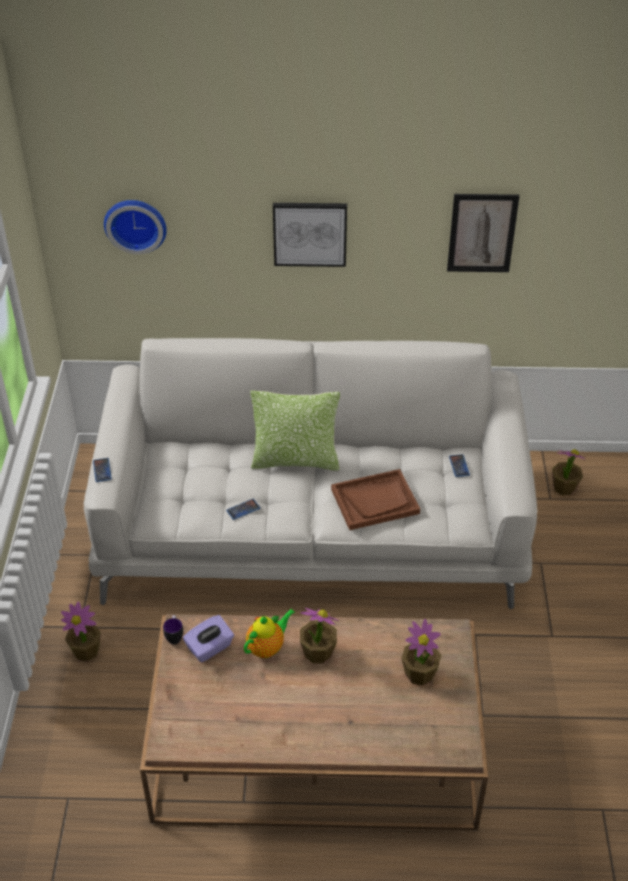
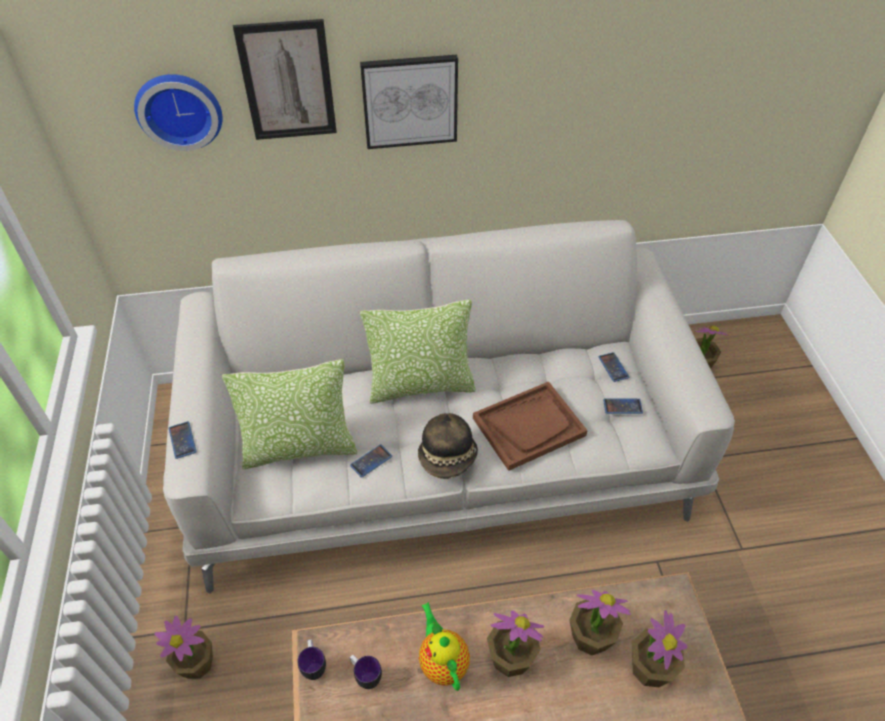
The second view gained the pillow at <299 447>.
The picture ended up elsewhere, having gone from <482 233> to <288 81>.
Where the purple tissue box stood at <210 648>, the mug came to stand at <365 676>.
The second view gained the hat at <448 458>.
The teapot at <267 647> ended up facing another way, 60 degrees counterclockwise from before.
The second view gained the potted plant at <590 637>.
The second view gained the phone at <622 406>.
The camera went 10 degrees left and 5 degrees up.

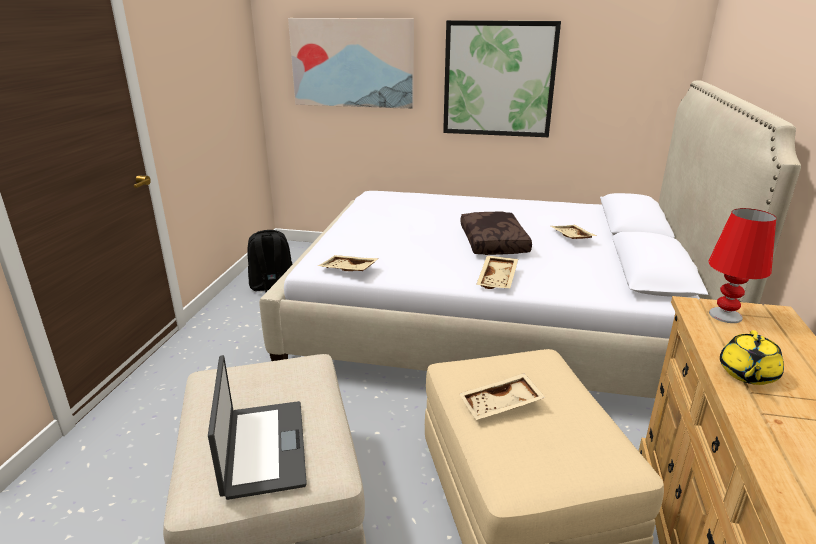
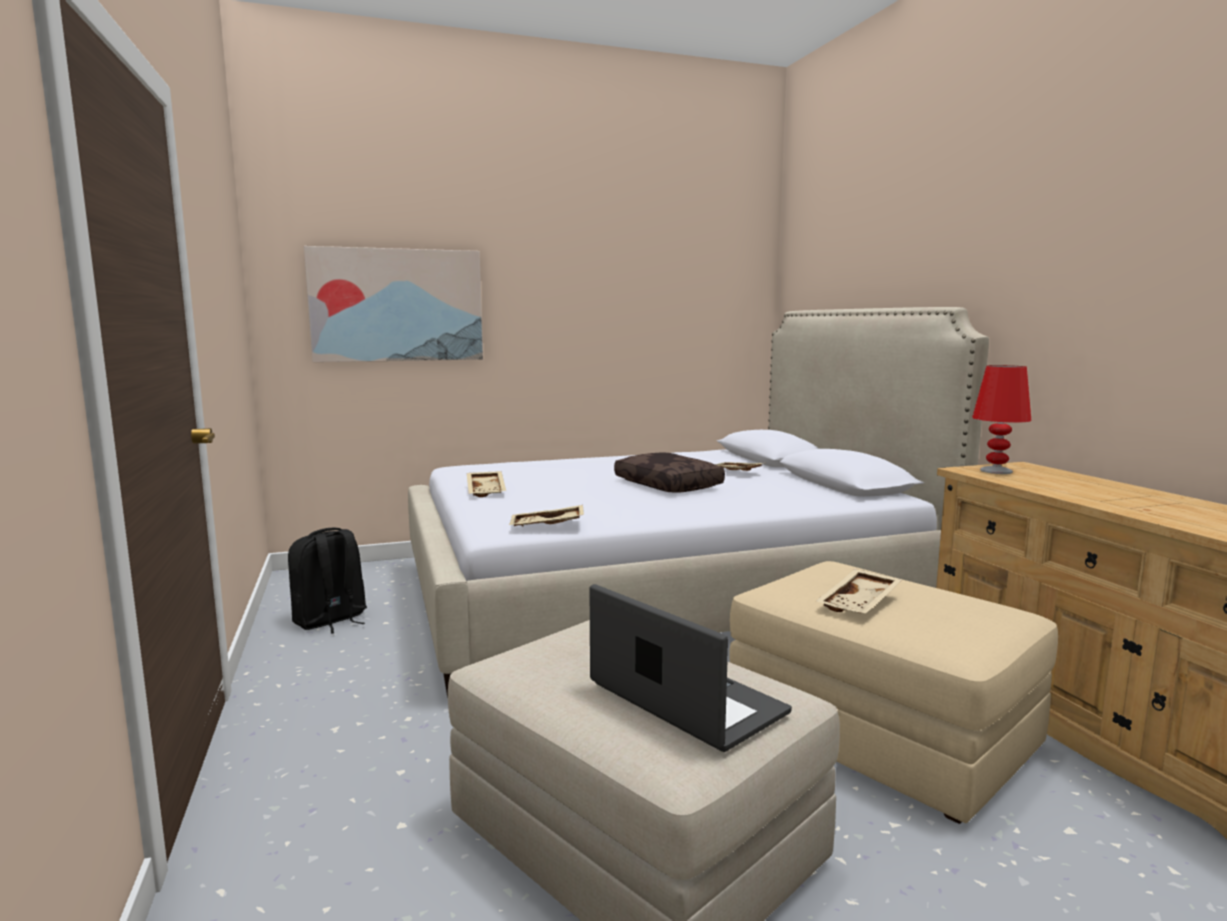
The beige tray ended up elsewhere, having gone from <498 279> to <487 491>.
The second view lost the picture at <499 79>.
The second view lost the yellow teapot at <747 374>.
The camera went 30 degrees left and 15 degrees down.

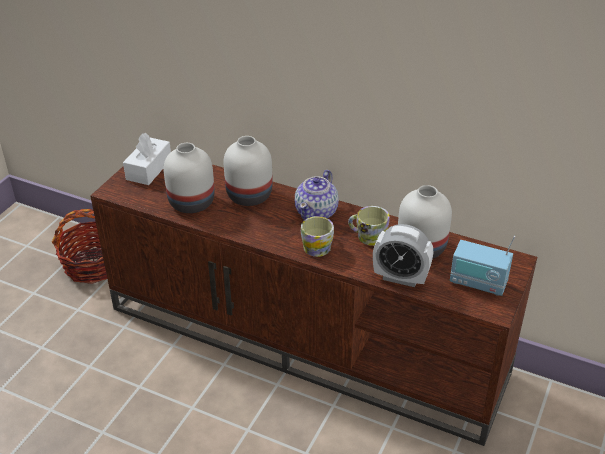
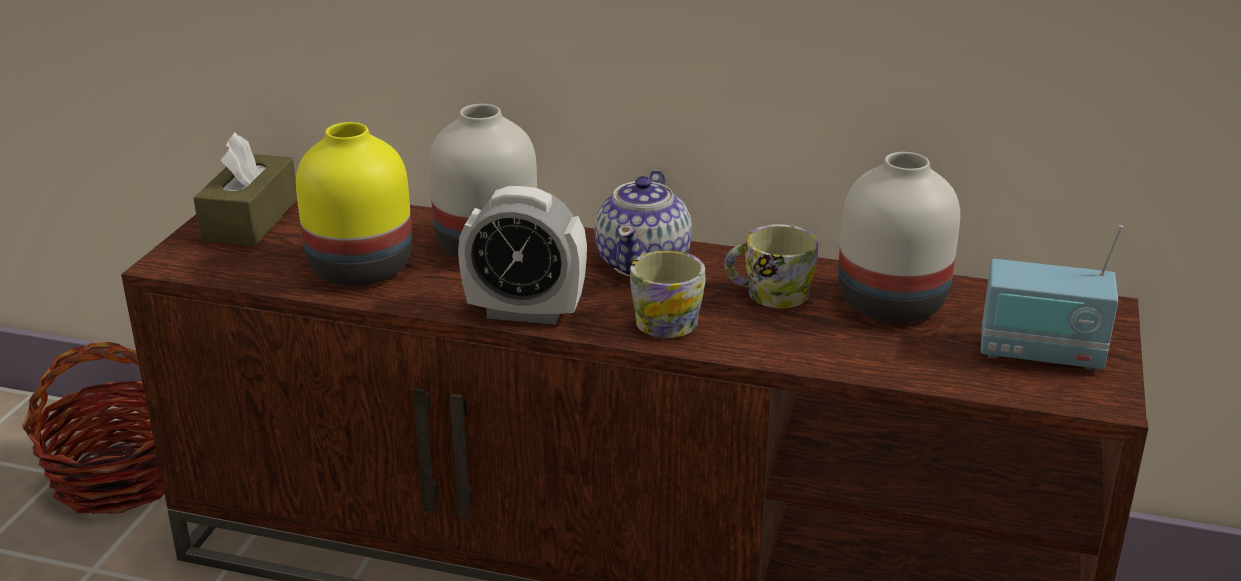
What was the white tissue box at <149 169> turned into the brown tissue box at <250 219>.
What was the white vase at <192 202> turned into the yellow vase at <362 267>.
The alarm clock ended up elsewhere, having gone from <400 278> to <525 312>.
The camera went 10 degrees left and 10 degrees down.

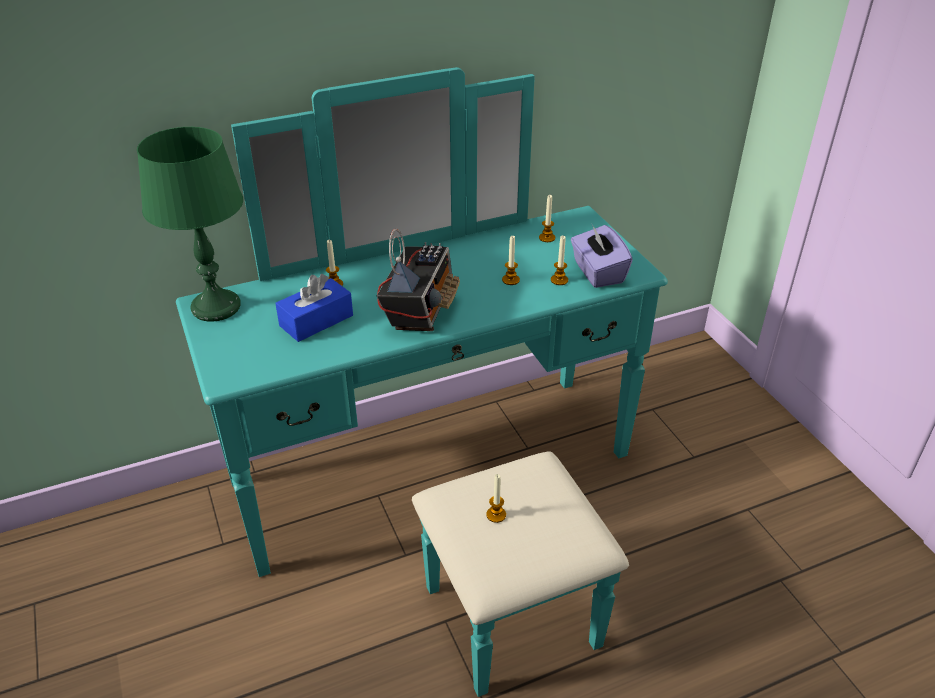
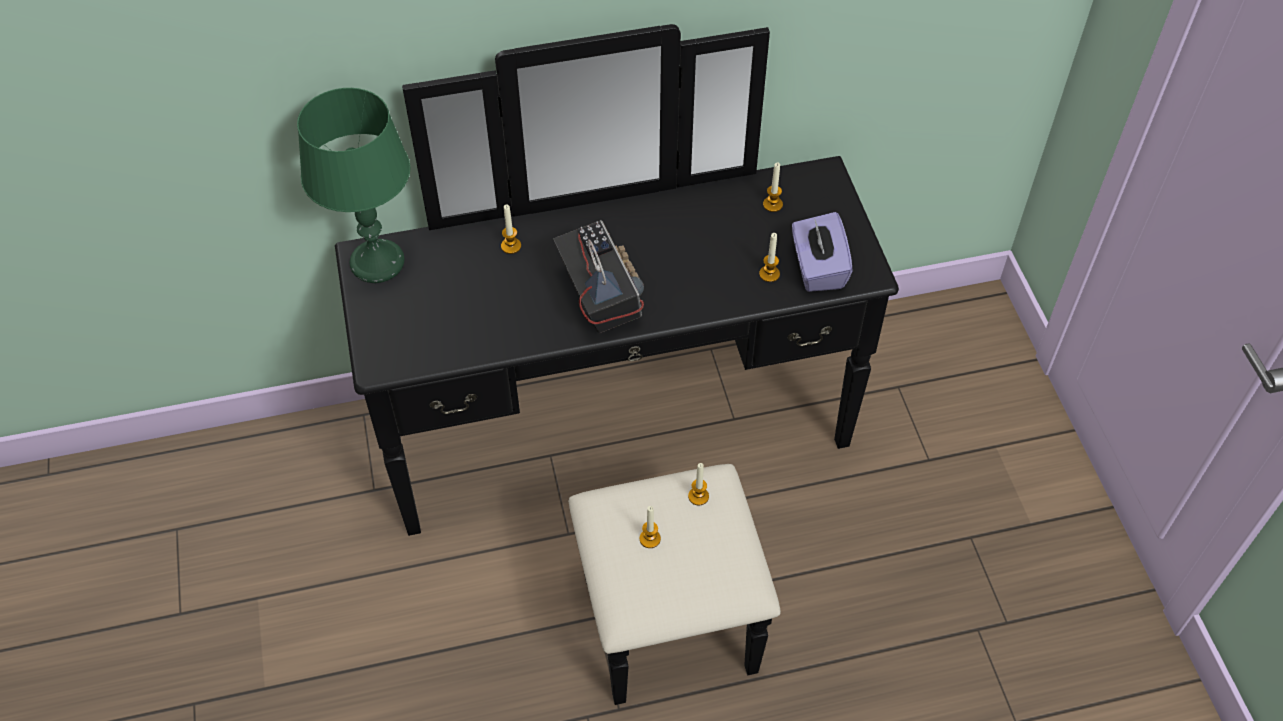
What was the turquoise dresser at <449 497> turned into the black dresser at <630 470>.
The radio at <420 310> ended up facing another way, 45 degrees counterclockwise from before.
The candle ended up elsewhere, having gone from <510 280> to <698 496>.
The second view lost the blue tissue box at <316 321>.
The camera went 10 degrees right and 15 degrees up.

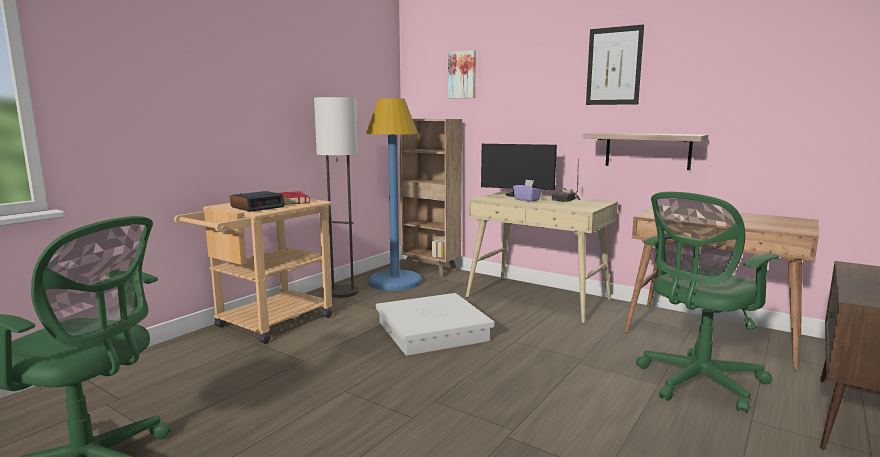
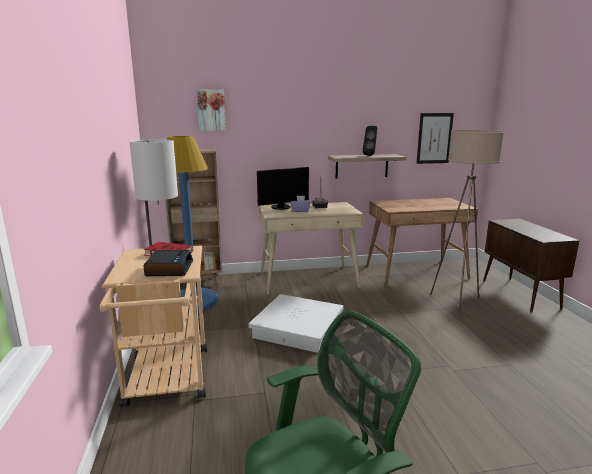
The second view gained the black speaker at <370 155>.
The picture ended up elsewhere, having gone from <614 66> to <434 138>.
Where the green office chair stood at <696 383>, the beige floor lamp came to stand at <456 301>.
The camera went 45 degrees left and 5 degrees up.

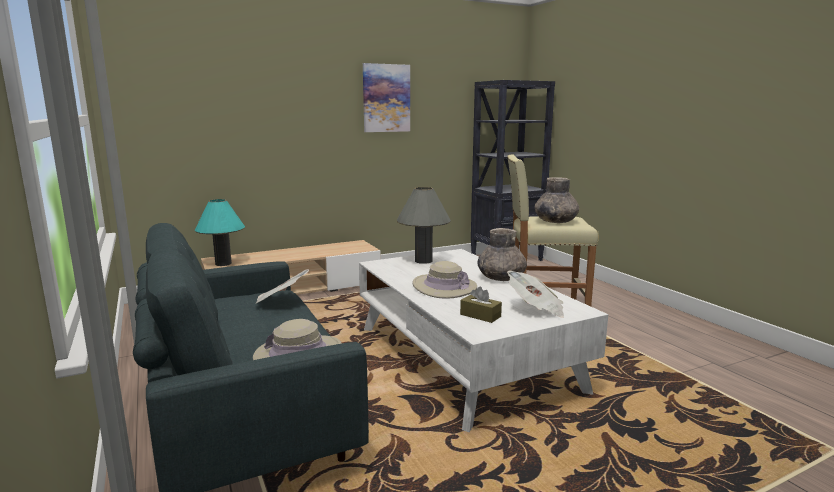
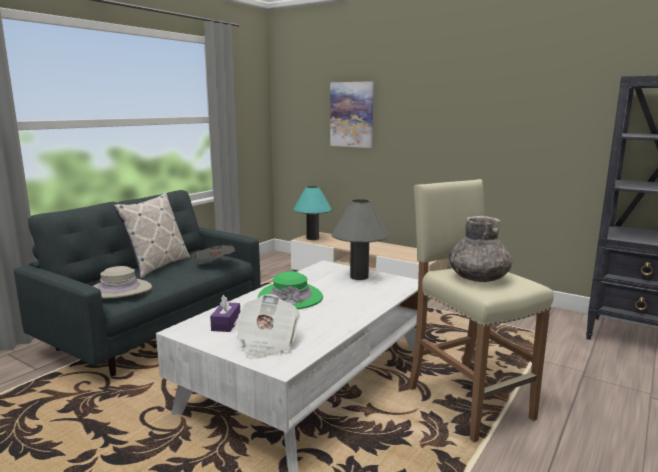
The second view gained the pillow at <157 266>.
What was the brown tissue box at <480 315> turned into the purple tissue box at <226 324>.
What was the beige hat at <444 287> turned into the green hat at <290 298>.
The picture ended up elsewhere, having gone from <386 98> to <352 114>.
The second view lost the grey vase at <501 278>.
The camera went 60 degrees right and 0 degrees up.

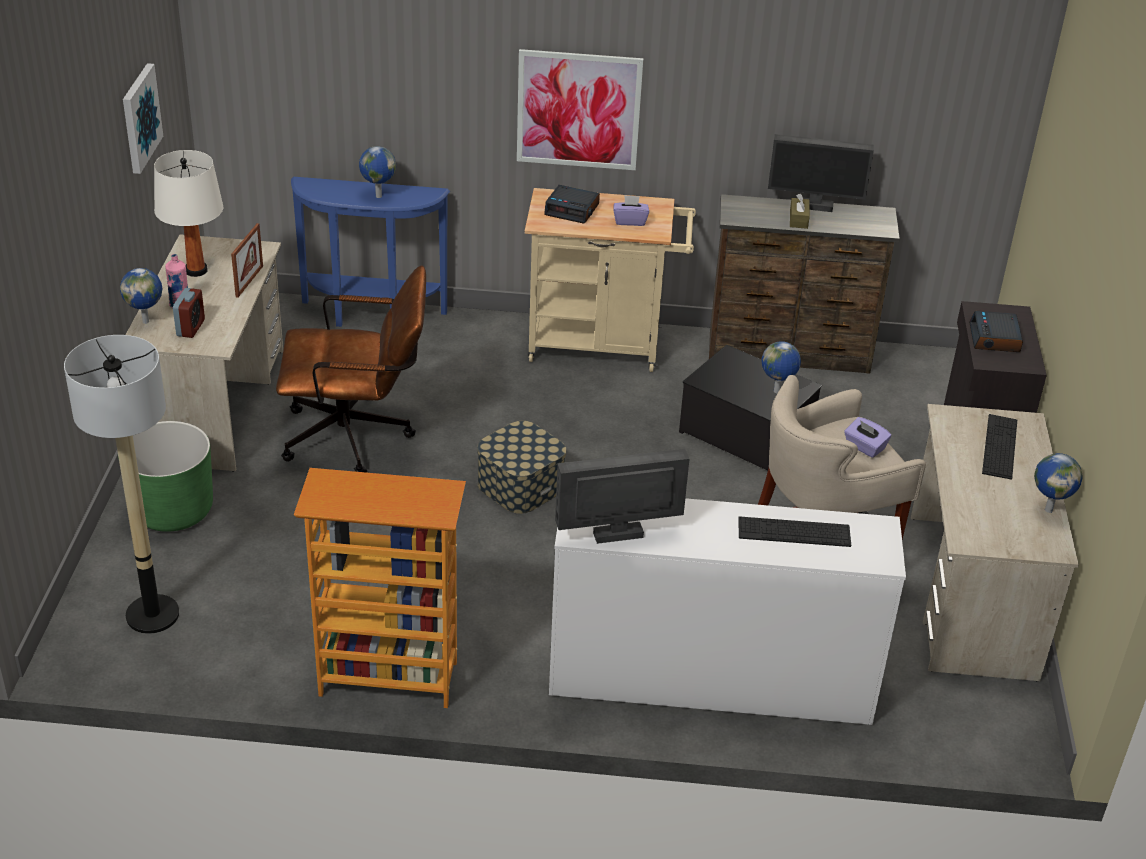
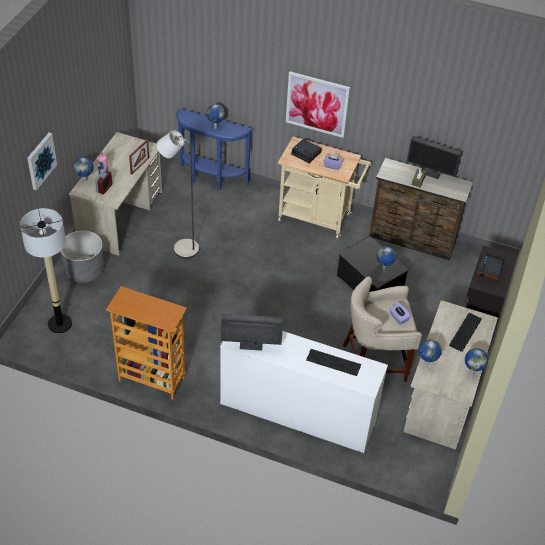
The picture ended up elsewhere, having gone from <140 118> to <40 160>.
What was the green planter at <172 510> turned into the grey planter at <84 271>.
Where the brown office chair stood at <358 437>, the grey floor lamp came to stand at <181 248>.
The second view gained the globe at <426 364>.
The second view lost the white table lamp at <196 270>.
The second view lost the storage box at <520 485>.
The camera went 15 degrees right and 10 degrees up.

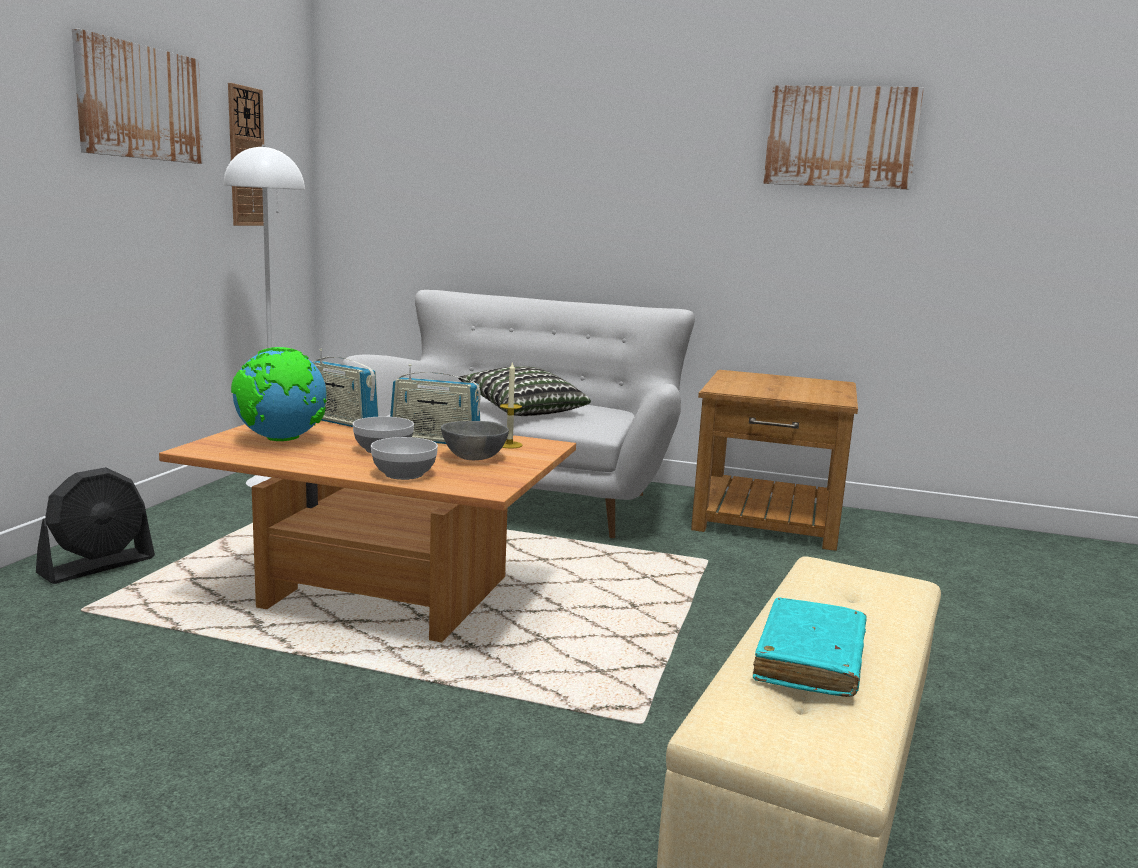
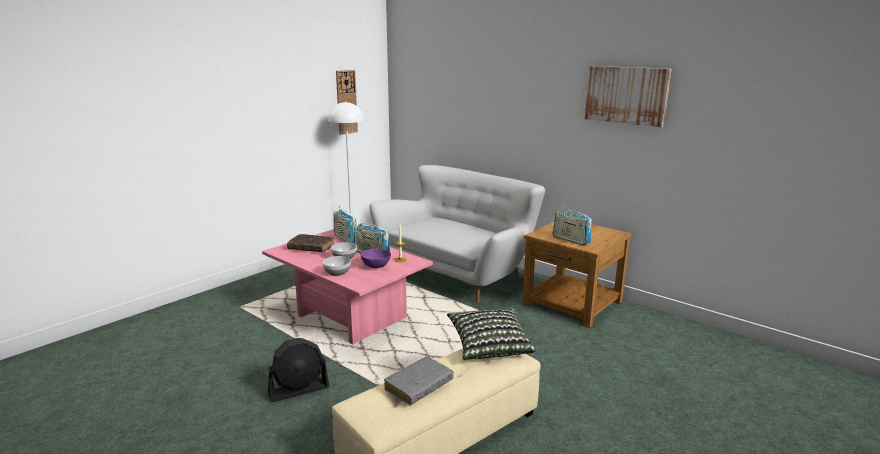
What was the brown coffee table at <380 595> turned into the pink coffee table at <348 318>.
The black fan ended up elsewhere, having gone from <98 566> to <299 390>.
Where the globe stood at <281 440>, the brown book came to stand at <311 248>.
What was the grey bowl at <472 458> turned into the purple bowl at <375 266>.
What was the turquoise book at <809 660> turned into the grey book at <419 386>.
The pillow ended up elsewhere, having gone from <524 410> to <489 346>.
The second view gained the radio at <571 240>.
The second view lost the picture at <140 102>.
The camera went 25 degrees right and 5 degrees up.

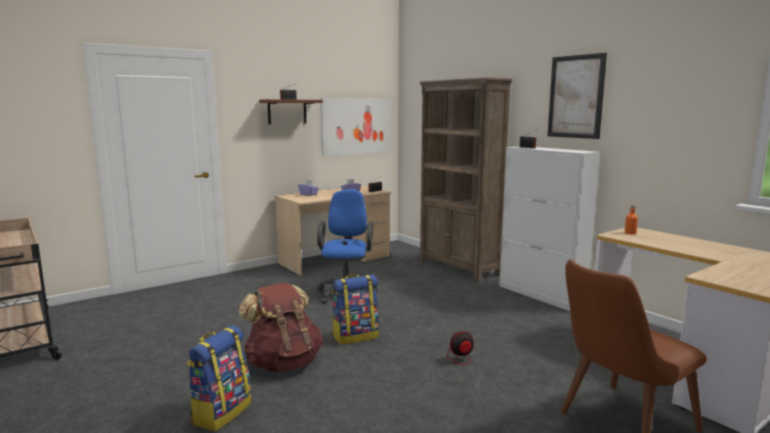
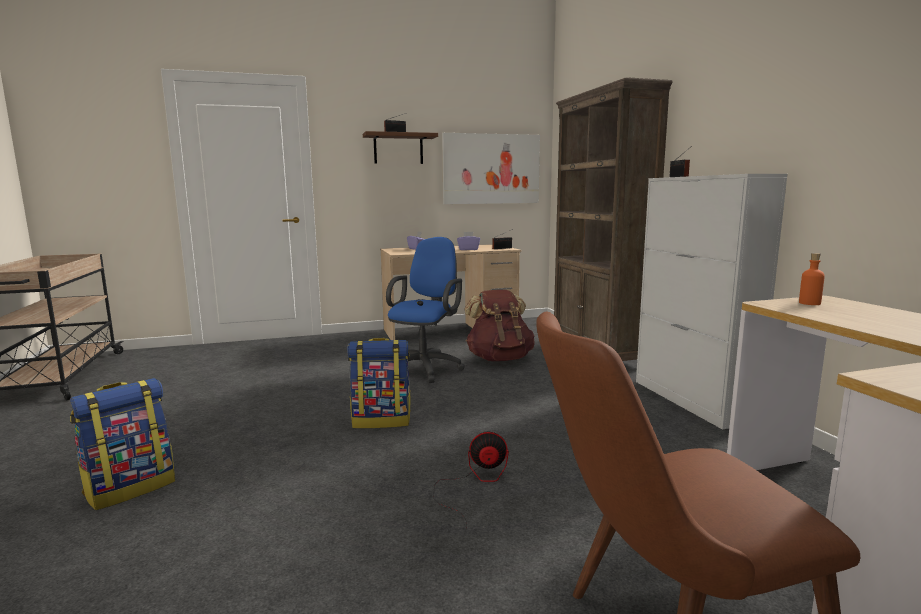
The brown backpack ended up elsewhere, having gone from <283 363> to <499 359>.
The second view lost the picture at <575 97>.
The camera went 20 degrees right and 0 degrees up.

